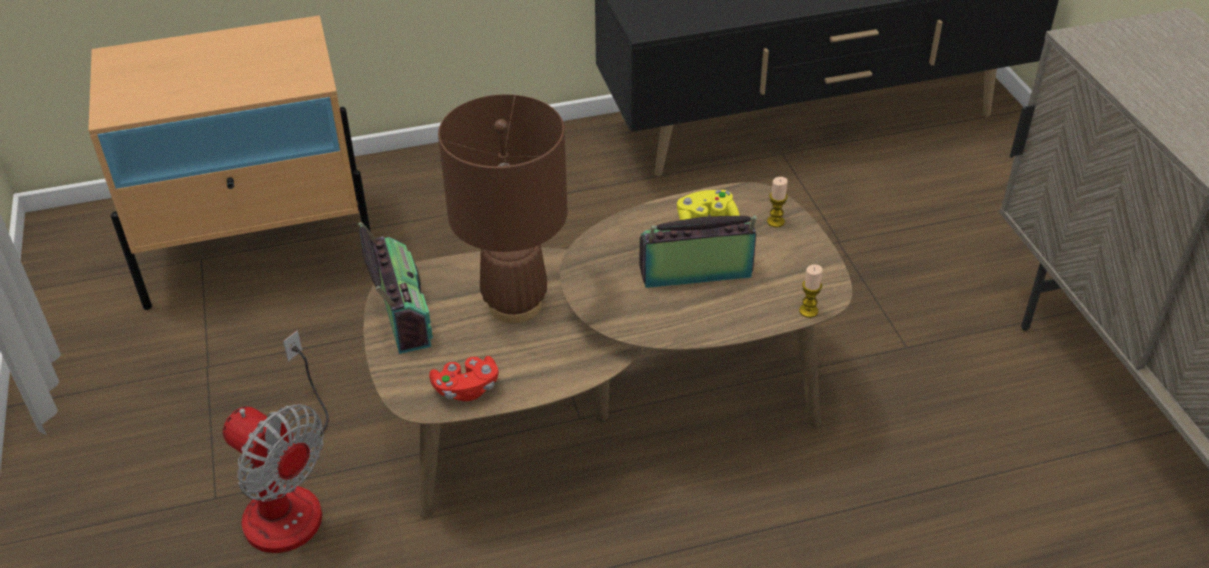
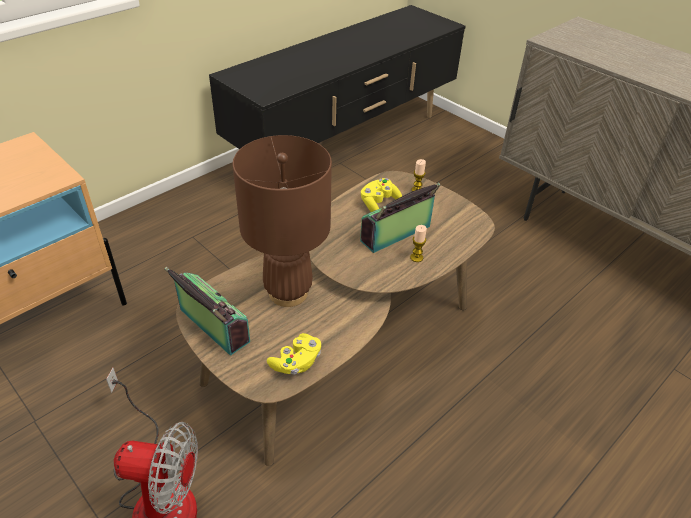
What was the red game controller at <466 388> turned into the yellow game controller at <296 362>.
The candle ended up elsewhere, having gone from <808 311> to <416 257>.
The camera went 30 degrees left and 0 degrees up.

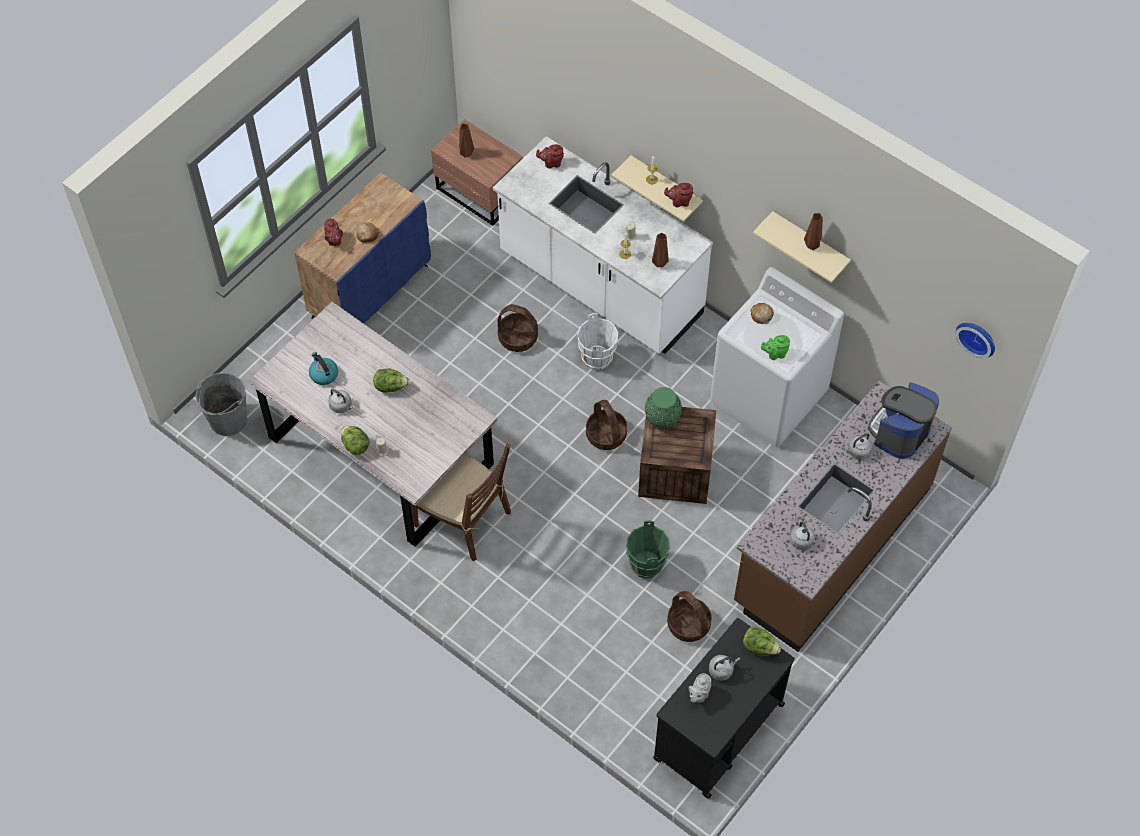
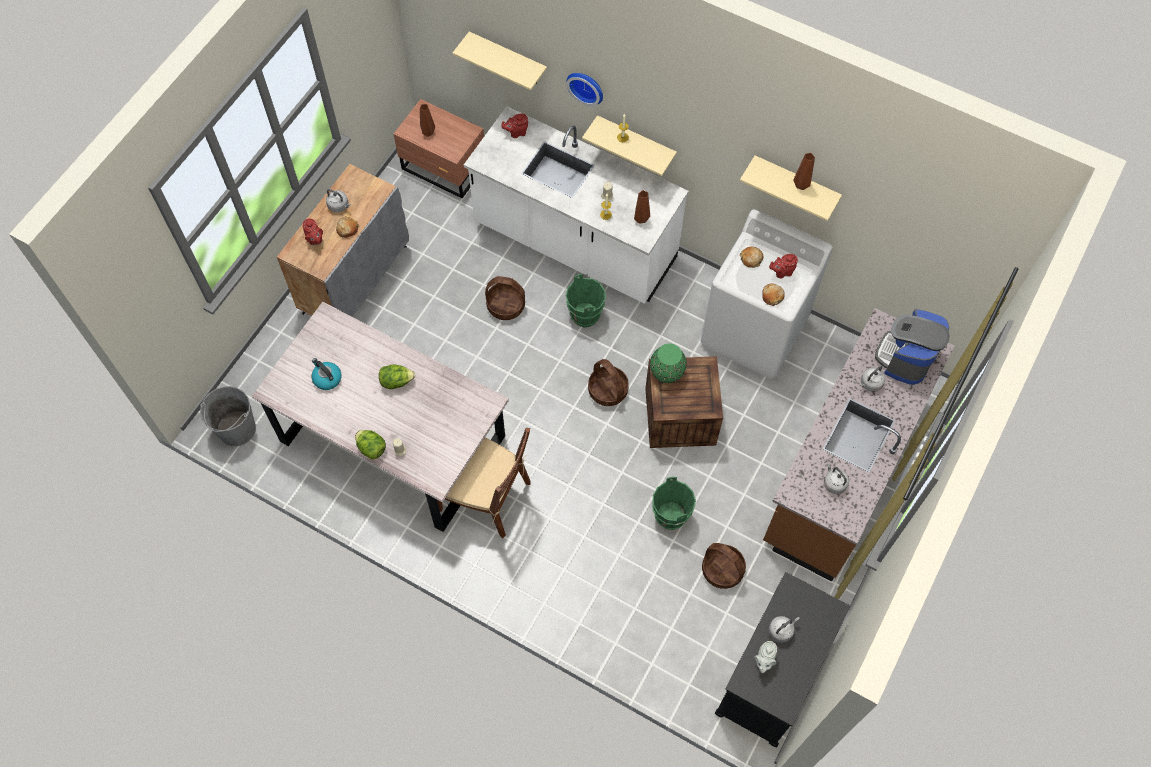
What was the blue cabinet at <370 291> turned into the grey cabinet at <355 279>.
The grey kettle ended up elsewhere, having gone from <341 406> to <339 206>.
The second view gained the beige shelf at <508 59>.
The wall clock ended up elsewhere, having gone from <977 337> to <586 86>.
What was the white bucket at <597 358> turned into the green bucket at <585 315>.
Where the green teapot stood at <775 354>, the bread came to stand at <772 296>.
The red teapot ended up elsewhere, having gone from <679 202> to <782 272>.
The second view lost the lettuce at <759 647>.
The camera went 10 degrees left and 5 degrees up.

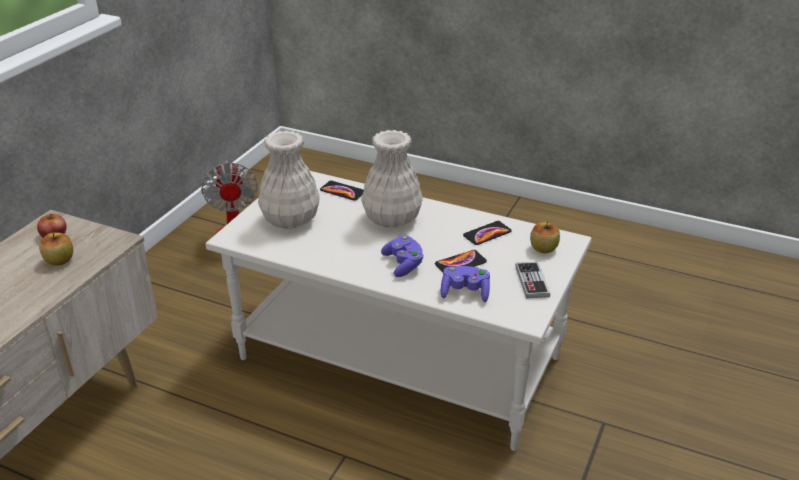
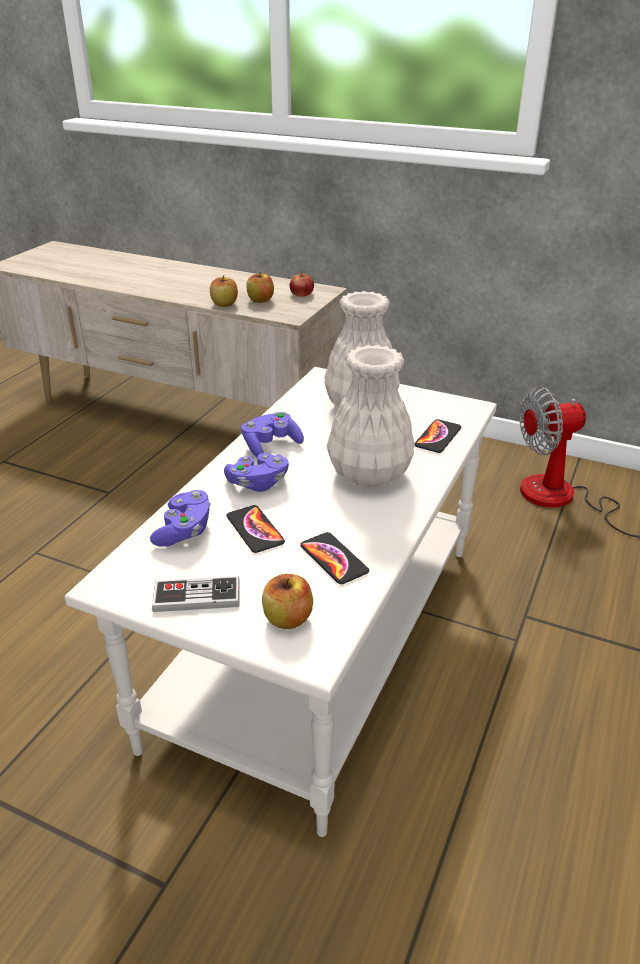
The second view gained the apple at <224 304>.
The second view gained the purple game controller at <271 445>.
The camera went 90 degrees right and 0 degrees up.

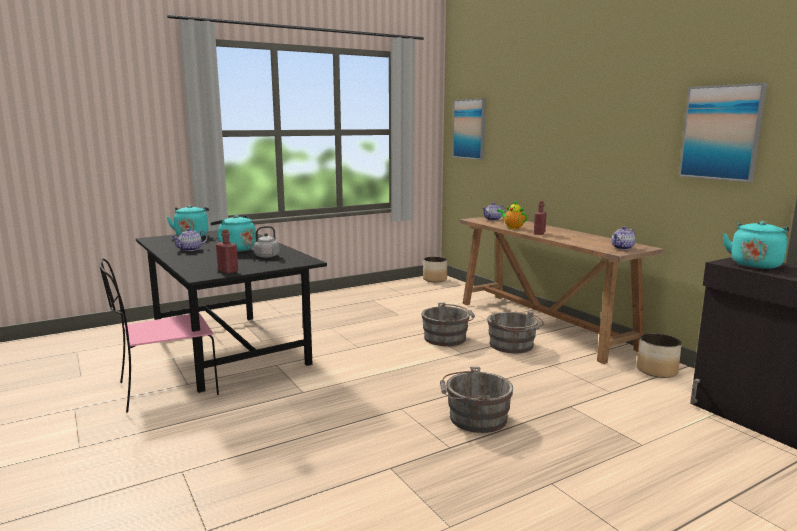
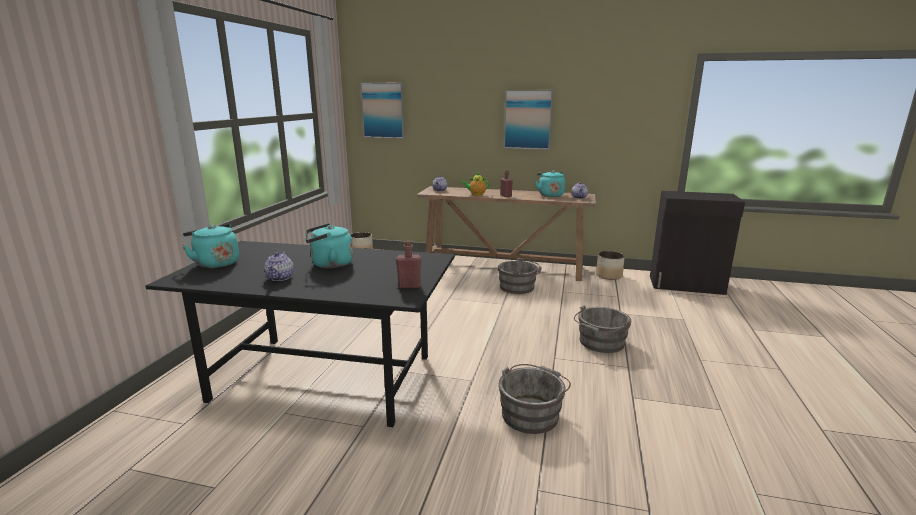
The grey bucket ended up elsewhere, having gone from <447 338> to <532 413>.
The picture ended up elsewhere, having gone from <721 132> to <528 119>.
The turquoise kettle ended up elsewhere, having gone from <755 264> to <550 195>.
The second view lost the pink chair at <165 389>.
The second view lost the grey kettle at <265 256>.
The camera went 45 degrees left and 5 degrees up.

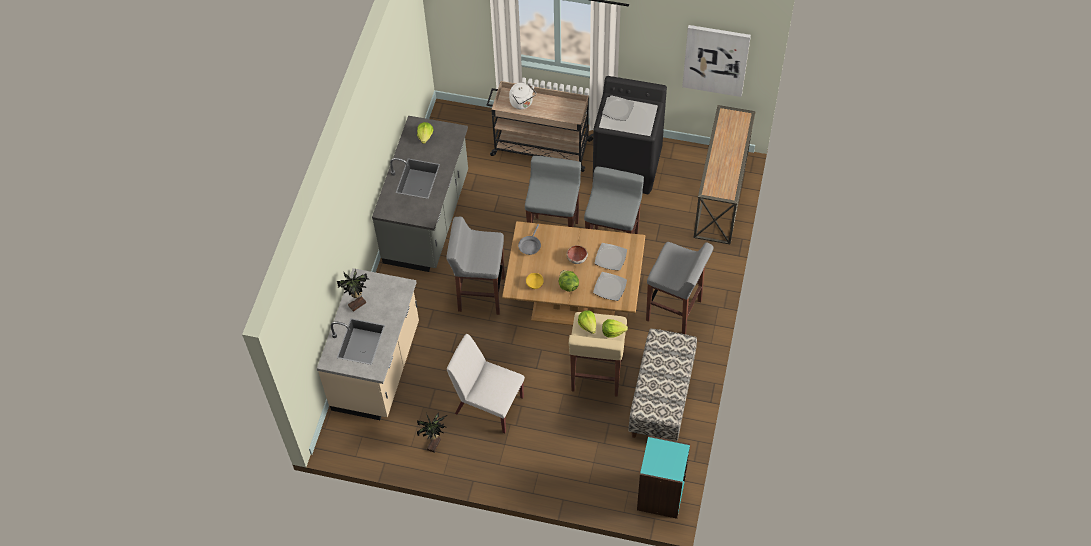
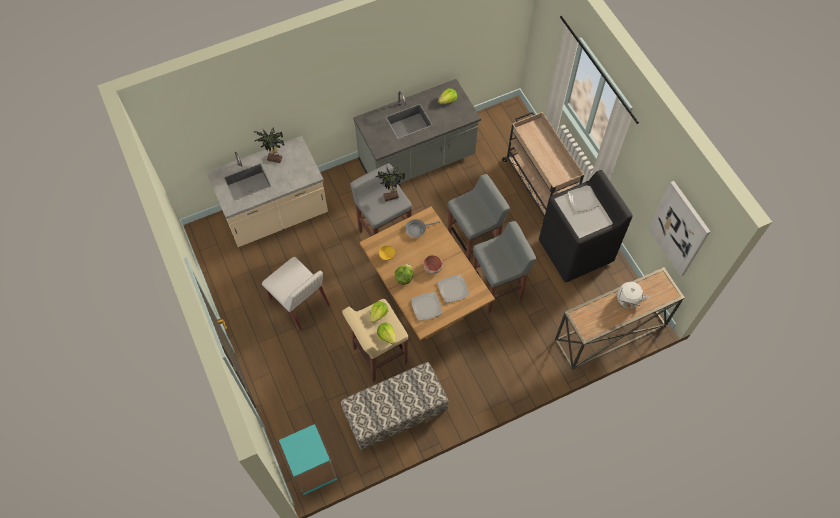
The white chair at <488 405> ended up facing another way, 150 degrees clockwise from before.
The potted plant ended up elsewhere, having gone from <435 444> to <391 197>.
The white kettle ended up elsewhere, having gone from <522 103> to <628 300>.
The second view lost the grey stool at <674 311>.
The camera went 50 degrees right and 5 degrees up.

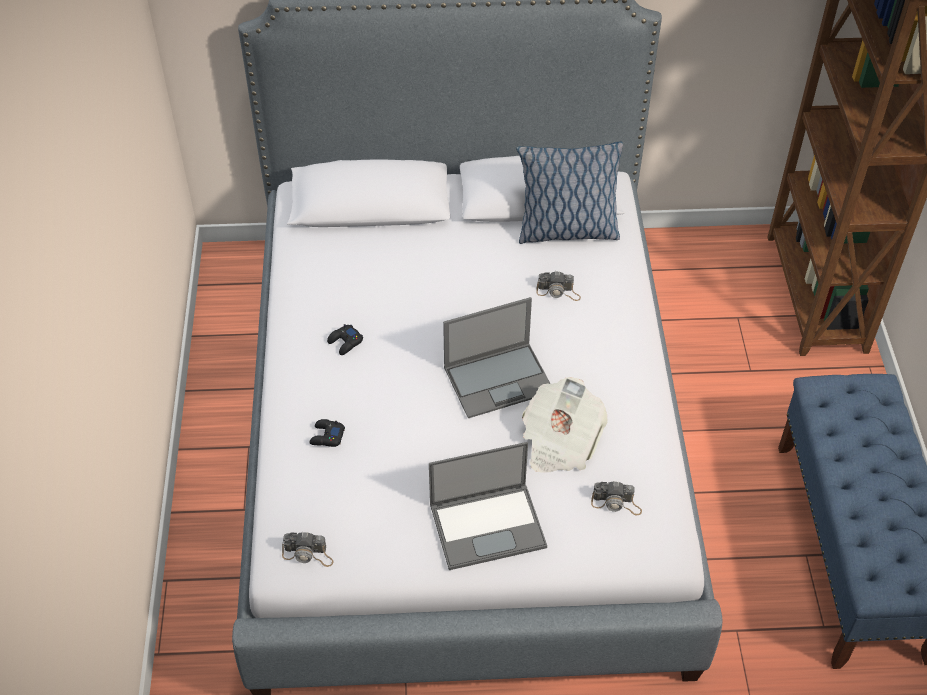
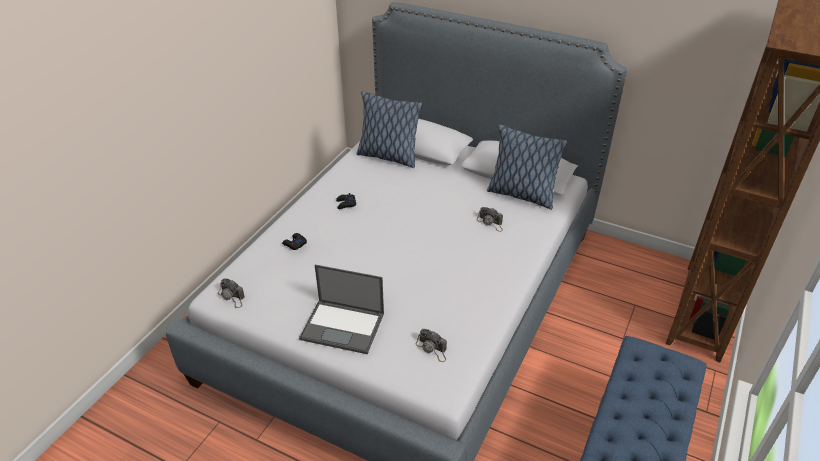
The second view gained the pillow at <388 156>.
The second view lost the laptop at <499 379>.
The second view lost the newspaper at <560 441>.
The camera went 30 degrees right and 10 degrees down.

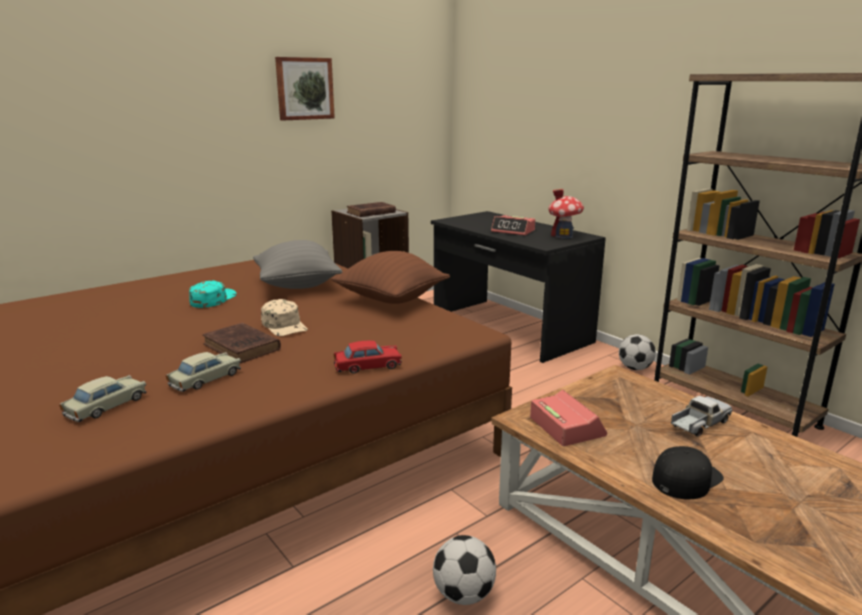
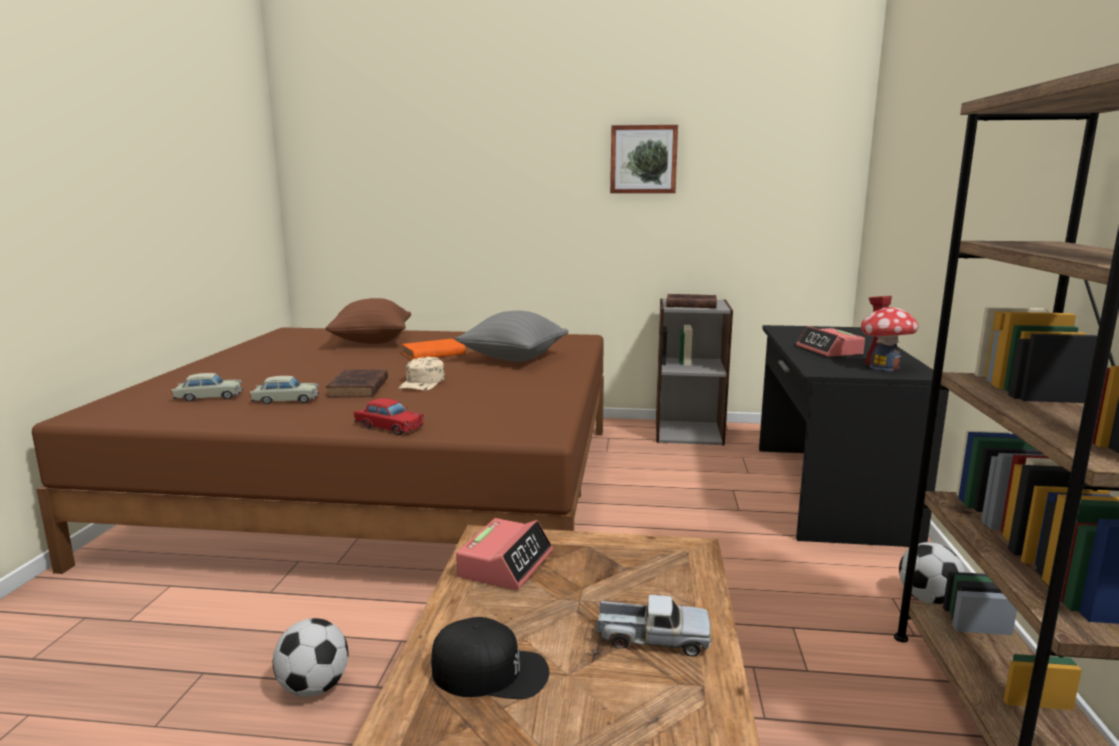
The brown pillow ended up elsewhere, having gone from <391 300> to <372 342>.
Where the turquoise cap stood at <213 299>, the orange book came to stand at <431 353>.
The camera went 45 degrees right and 5 degrees down.

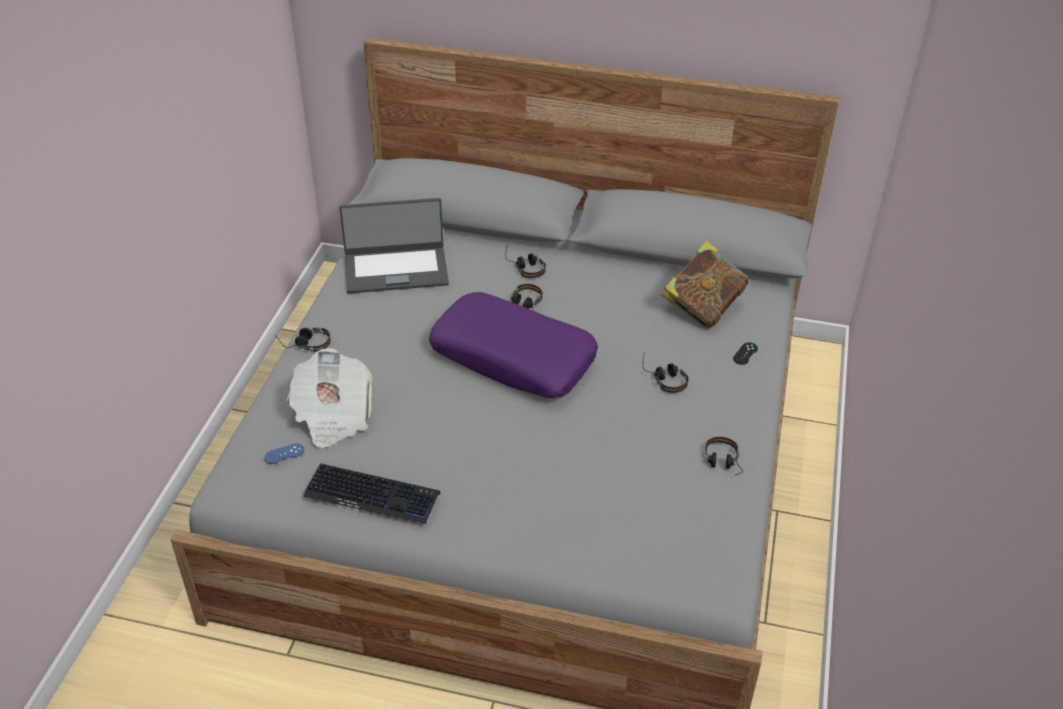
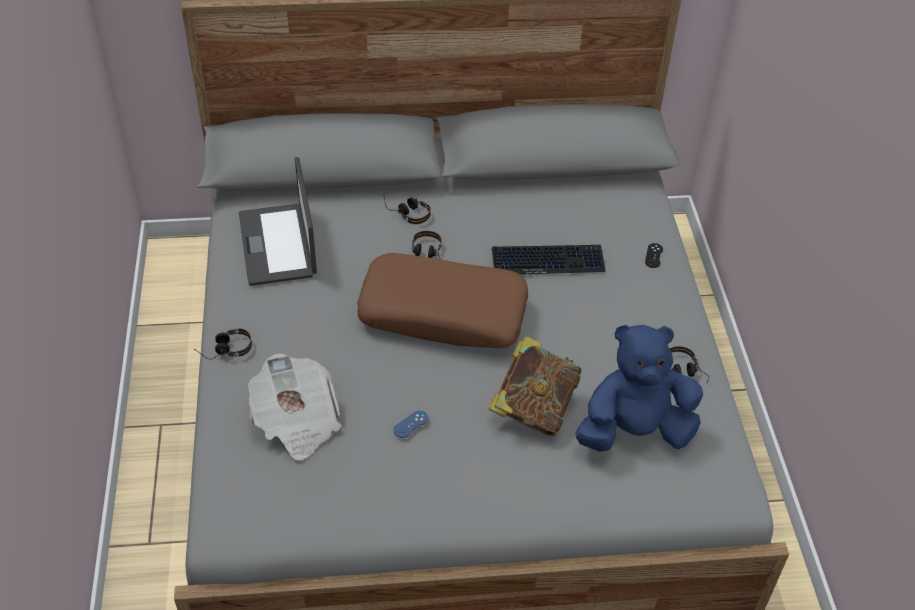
The laptop at <396 269> ended up facing another way, 105 degrees clockwise from before.
What was the purple pillow at <514 357> turned into the brown pillow at <443 312>.
The blue game controller ended up elsewhere, having gone from <284 454> to <411 424>.
The book ended up elsewhere, having gone from <702 308> to <533 408>.
The keyboard ended up elsewhere, having gone from <372 495> to <547 261>.
The second view gained the blue plush toy at <634 431>.
The second view lost the headphones at <664 378>.
The camera went 20 degrees left and 5 degrees up.

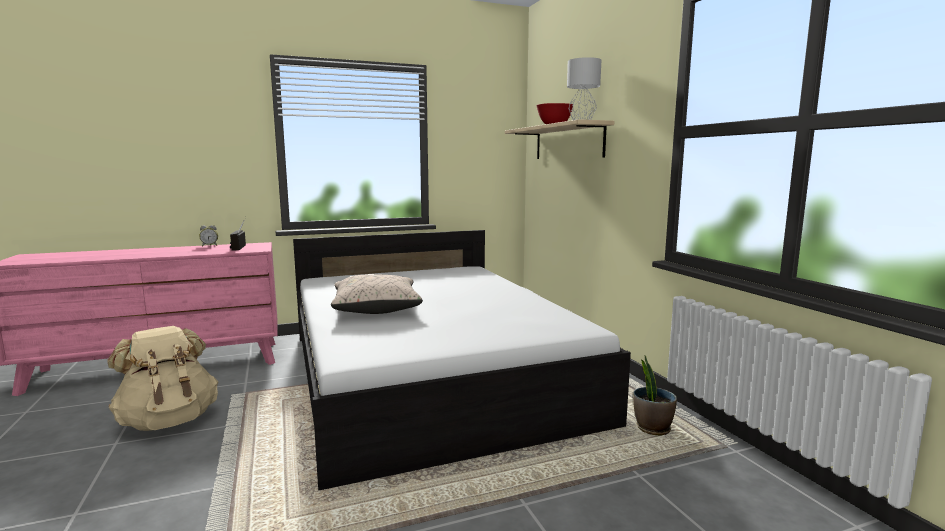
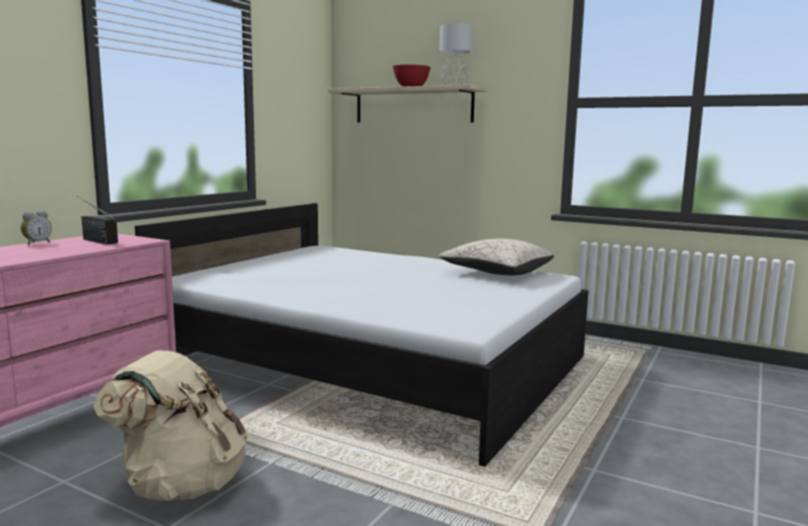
The beige pillow ended up elsewhere, having gone from <376 308> to <496 273>.
The second view lost the potted plant at <652 428>.
The camera went 40 degrees left and 0 degrees up.

